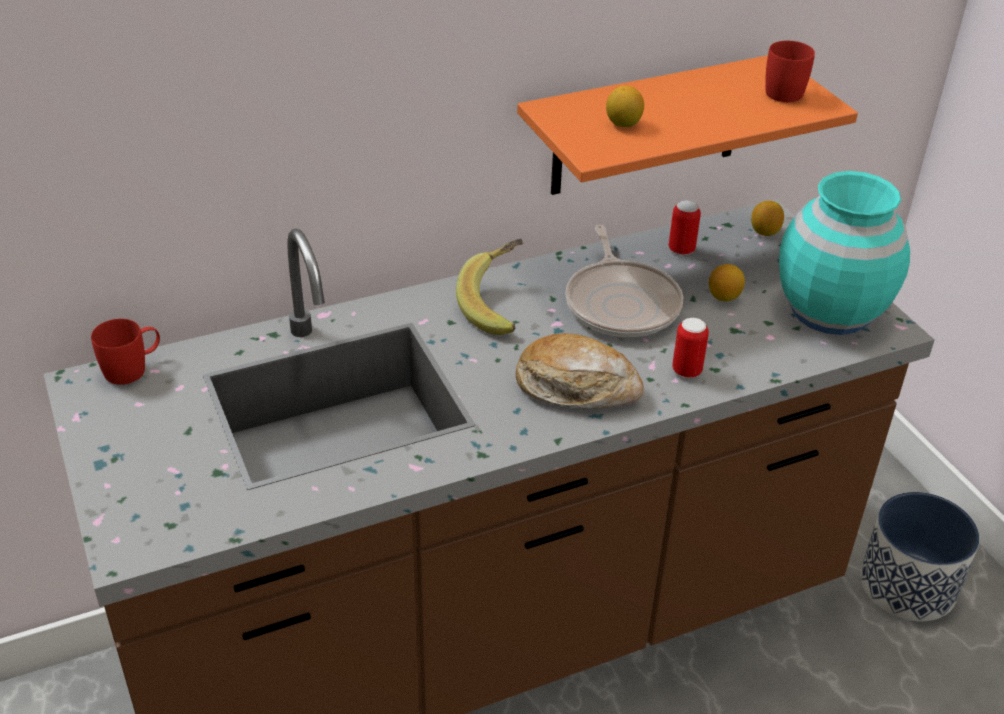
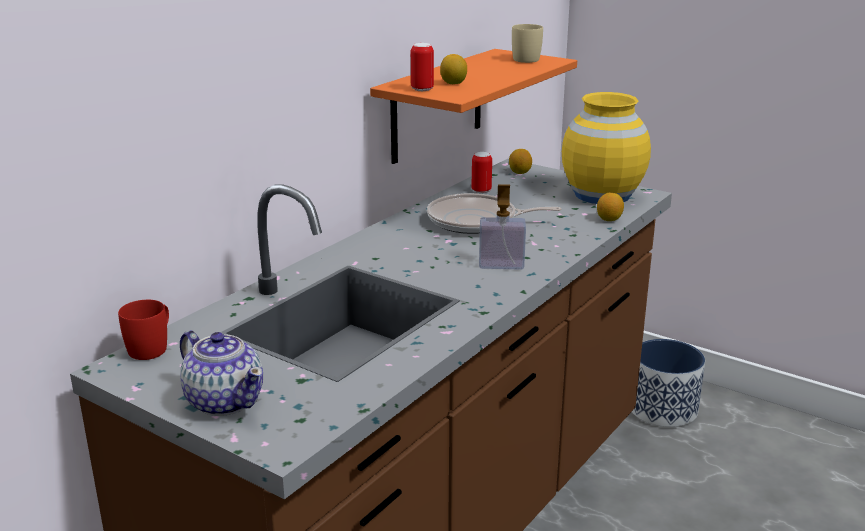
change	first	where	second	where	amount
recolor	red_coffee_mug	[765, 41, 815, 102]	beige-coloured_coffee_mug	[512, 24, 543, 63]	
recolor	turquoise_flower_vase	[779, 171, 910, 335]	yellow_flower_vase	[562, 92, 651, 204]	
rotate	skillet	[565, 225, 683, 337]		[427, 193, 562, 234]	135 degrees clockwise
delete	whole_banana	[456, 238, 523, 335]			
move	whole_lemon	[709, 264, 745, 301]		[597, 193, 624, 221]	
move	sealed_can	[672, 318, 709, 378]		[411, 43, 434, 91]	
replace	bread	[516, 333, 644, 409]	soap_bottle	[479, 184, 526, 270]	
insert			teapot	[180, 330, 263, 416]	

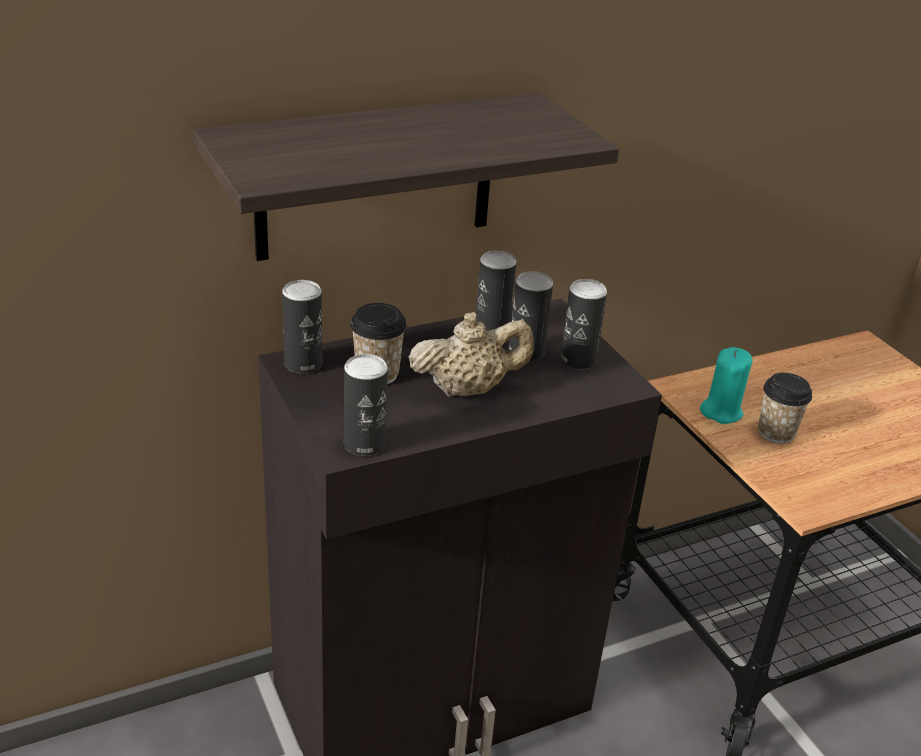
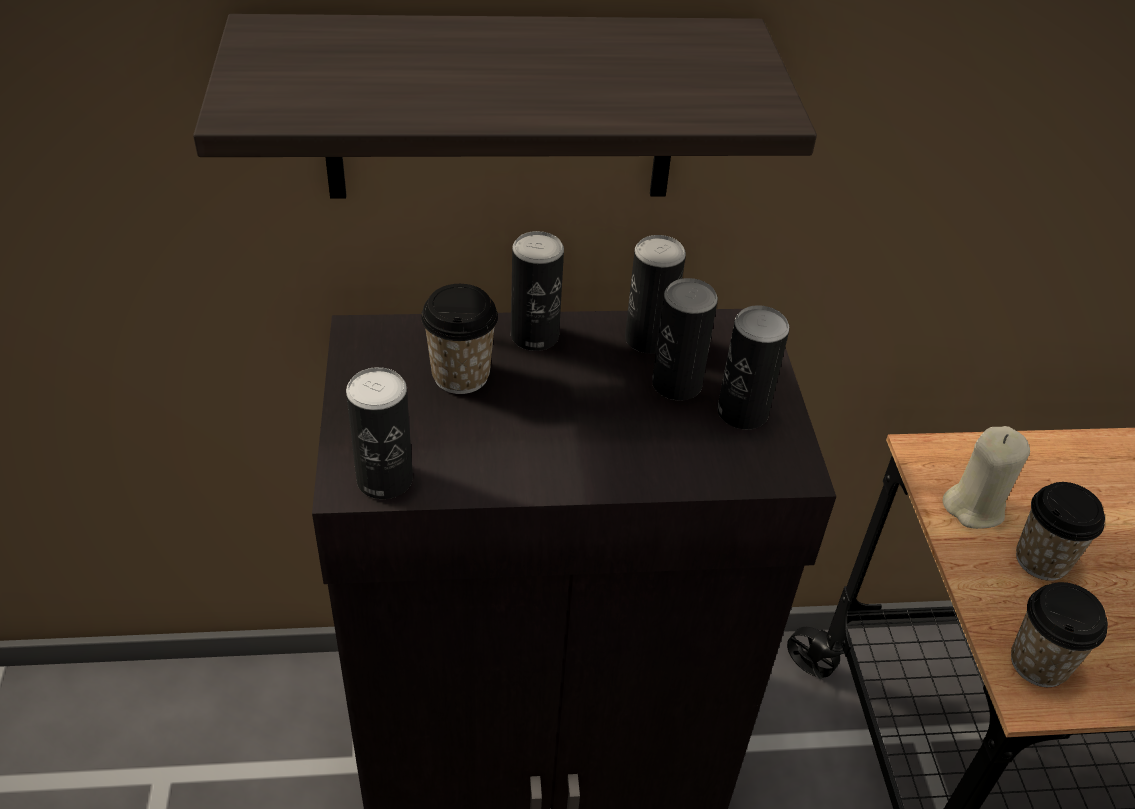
change	first	where	second	where	amount
move	sealed_can	[282, 280, 322, 374]		[511, 231, 564, 351]	
delete	beige-coloured_teapot	[409, 312, 534, 397]			
recolor	turquoise_candle	[700, 347, 753, 424]	beige-coloured_candle	[942, 426, 1030, 529]	
insert			small_cup	[1011, 582, 1108, 687]	

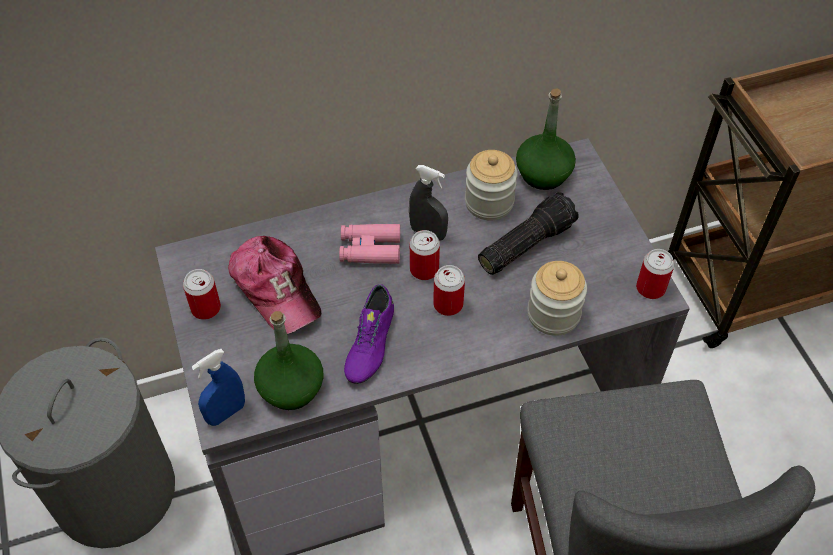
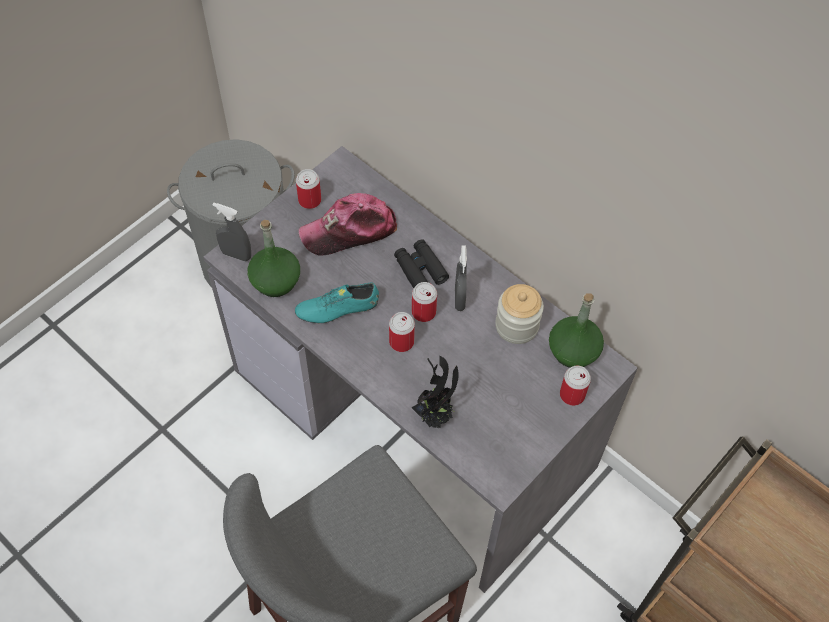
change	first	where	second	where	amount
delete	torch	[478, 192, 579, 275]			
recolor	pink-coloured_field_glasses	[339, 224, 400, 264]	black_field_glasses	[394, 239, 449, 288]	
rotate	cap	[228, 236, 321, 334]		[298, 193, 397, 256]	45 degrees clockwise
move	sealed_can	[636, 249, 674, 299]		[560, 366, 591, 406]	
replace	preserve_jar	[527, 261, 587, 336]	plant_in_a_pot	[411, 356, 459, 429]	
recolor	purplish_low_shoe	[344, 284, 394, 384]	turquoise_low_shoe	[295, 283, 379, 324]	
recolor	blue-coloured_spray_bottle	[191, 349, 245, 426]	greyish_spray_bottle	[213, 203, 251, 262]	

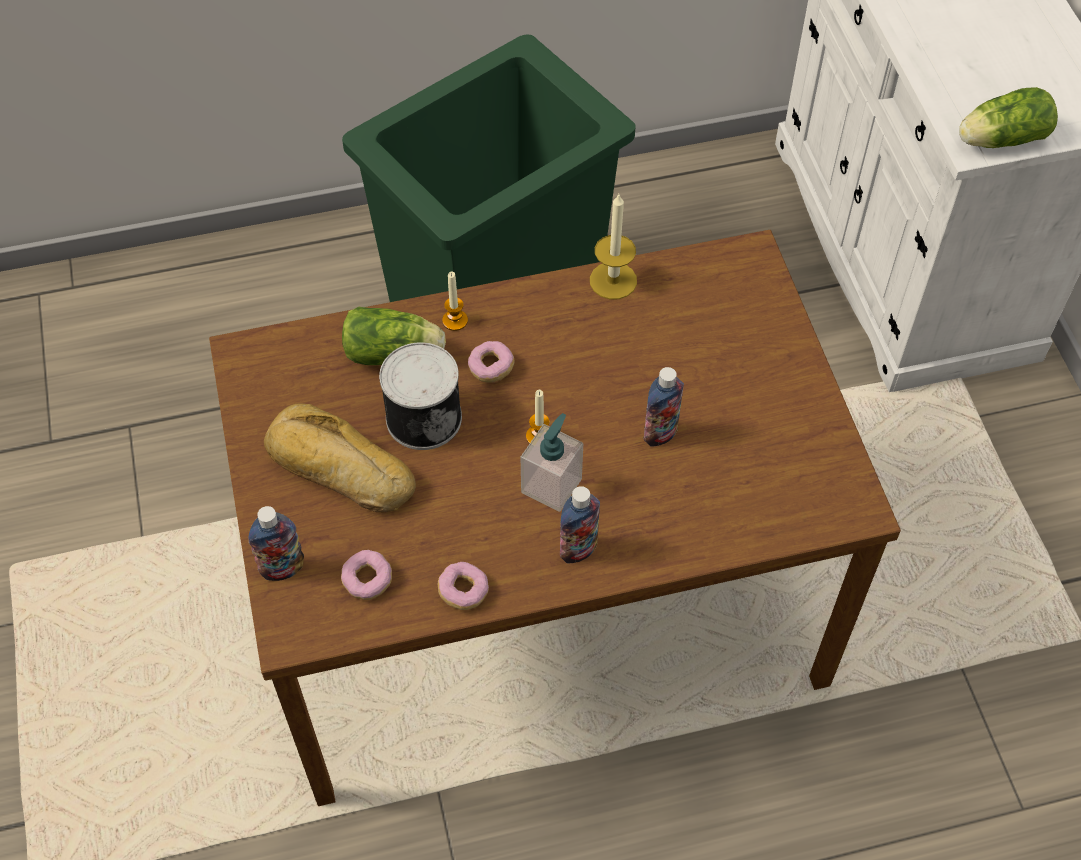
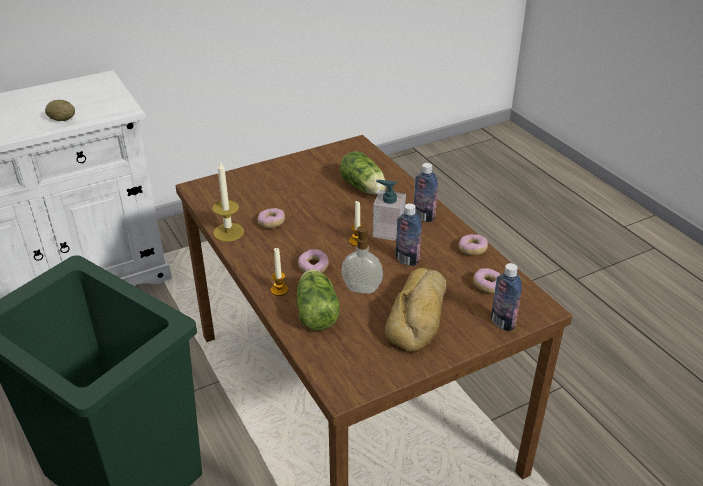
change	first	where	second	where	amount
move	lettuce_head	[959, 87, 1058, 148]		[340, 151, 386, 195]	
replace	sealed_can	[379, 342, 462, 450]	soap_bottle	[342, 223, 383, 294]	
move	drink_bottle	[644, 367, 684, 447]		[396, 203, 422, 266]	
insert			whole_potato	[45, 100, 75, 121]	
insert			donut	[258, 208, 285, 228]	

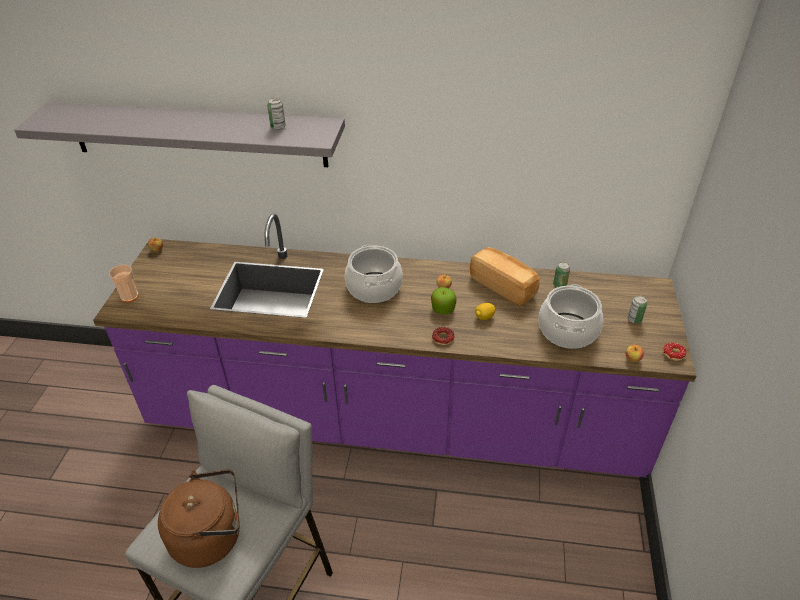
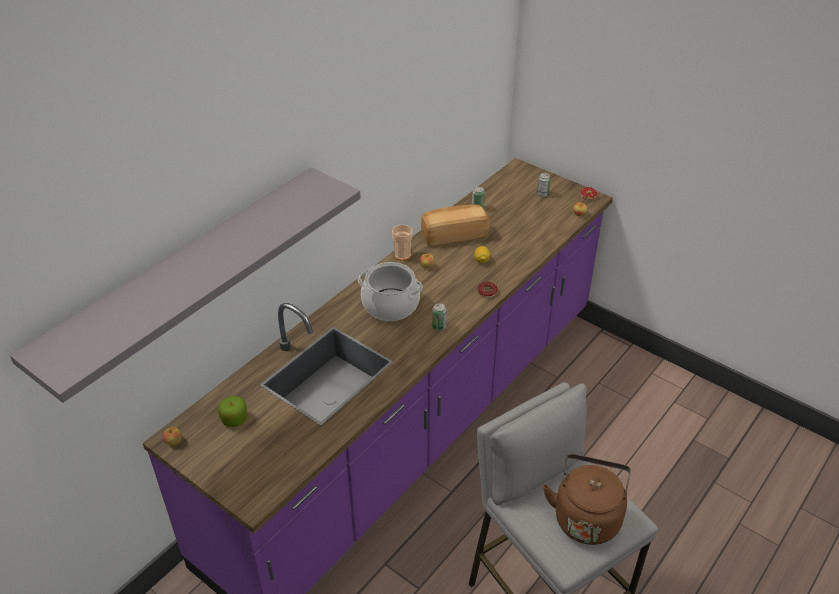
change	first	where	second	where	amount
move	sealed_can	[267, 98, 285, 130]		[432, 303, 447, 331]	
move	small_cup	[109, 265, 139, 302]		[392, 225, 412, 261]	
delete	saucepot	[538, 284, 603, 349]			
move	whole_apple	[431, 287, 457, 315]		[218, 396, 247, 427]	

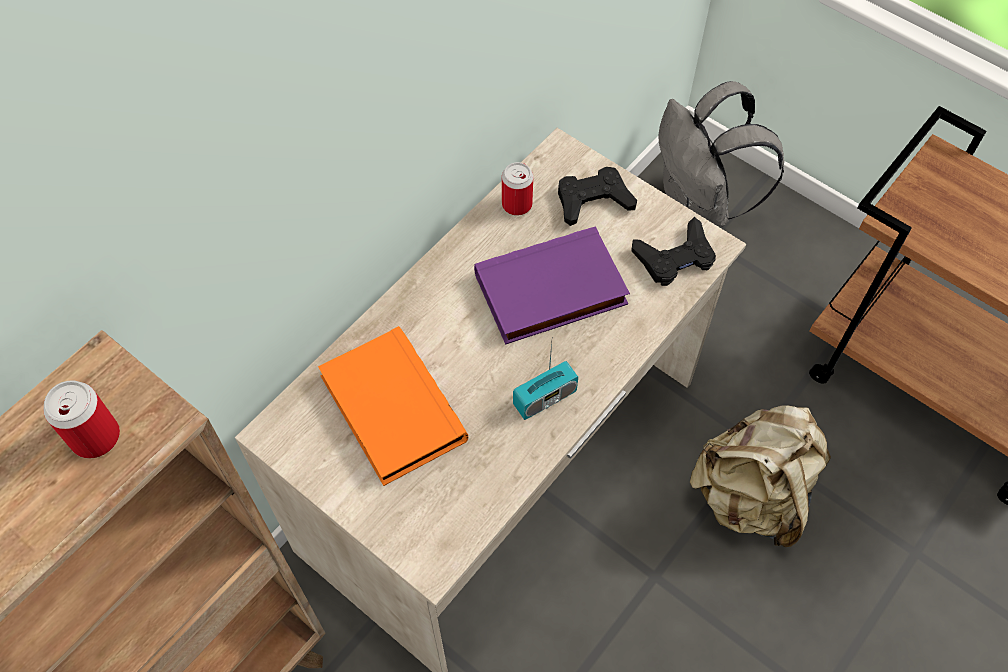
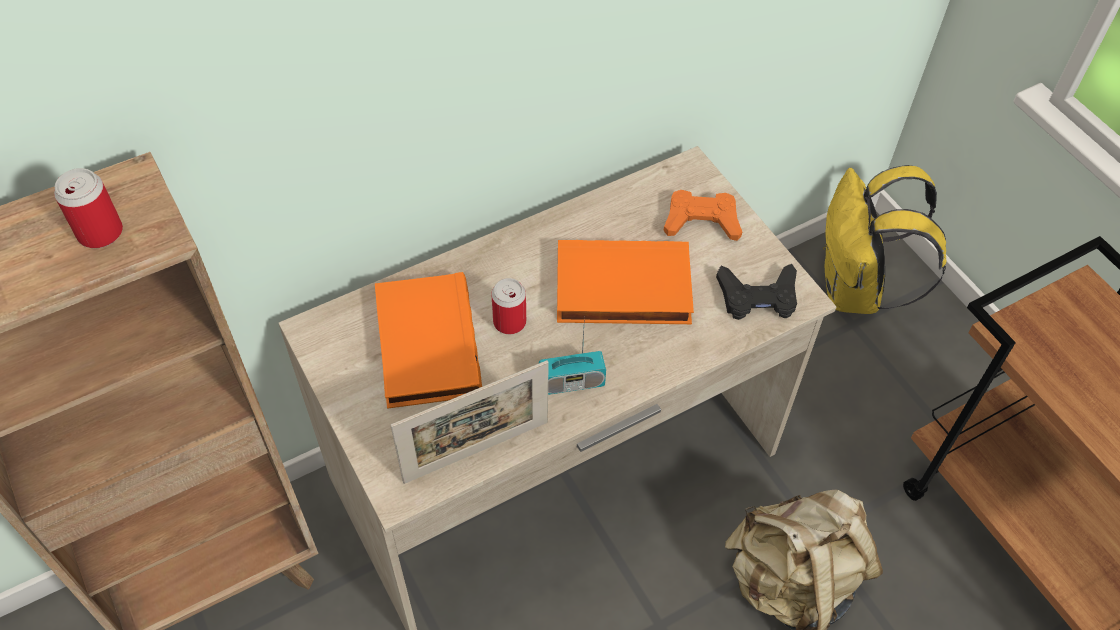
change	first	where	second	where	amount
recolor	greyish_backpack	[659, 81, 784, 227]	yellow_backpack	[823, 165, 946, 314]	
move	sealed_can	[502, 162, 533, 216]		[491, 278, 526, 334]	
recolor	black_joypad	[558, 167, 637, 226]	orange-coloured_joypad	[664, 190, 742, 241]	
recolor	purplish_book	[474, 226, 630, 345]	orange-coloured_book	[557, 240, 694, 324]	
insert			photo_frame	[390, 360, 548, 484]	

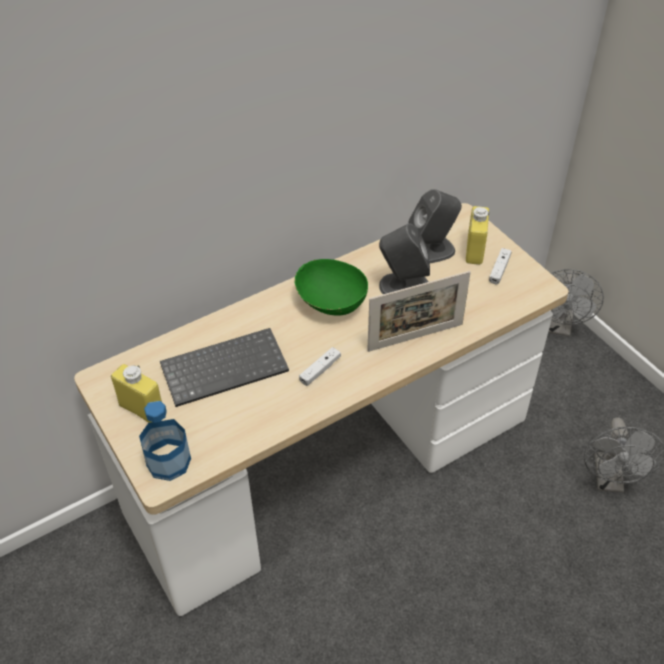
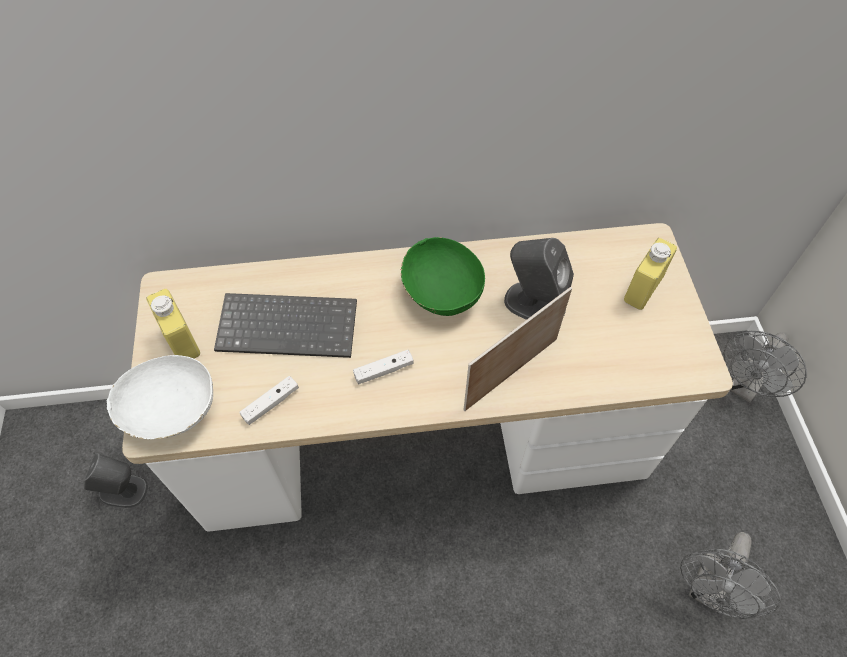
change	first	where	second	where	amount
move	greyish_audio_speaker	[408, 189, 462, 263]		[84, 453, 148, 508]	
move	whitish_joypad	[489, 248, 512, 284]		[239, 376, 299, 425]	
rotate	photo_frame	[367, 271, 471, 352]		[463, 287, 572, 411]	135 degrees clockwise
replace	drink_bottle	[139, 401, 191, 481]	whitish_bowl	[107, 355, 213, 439]	

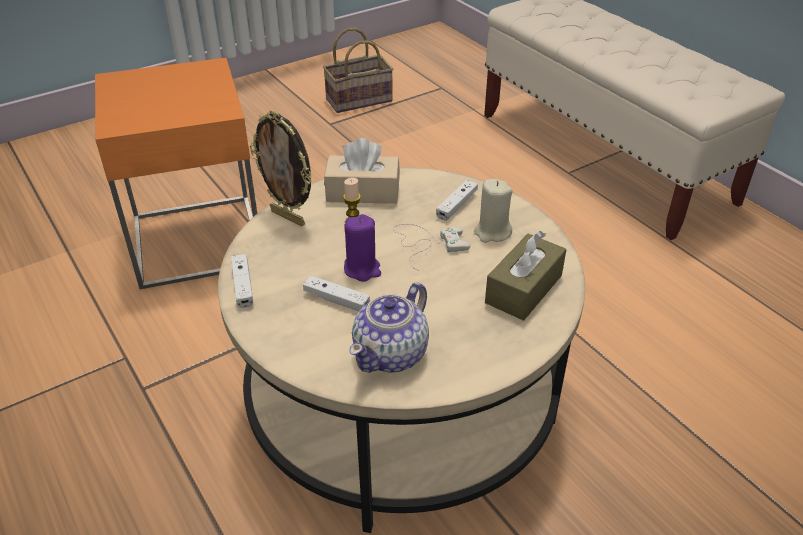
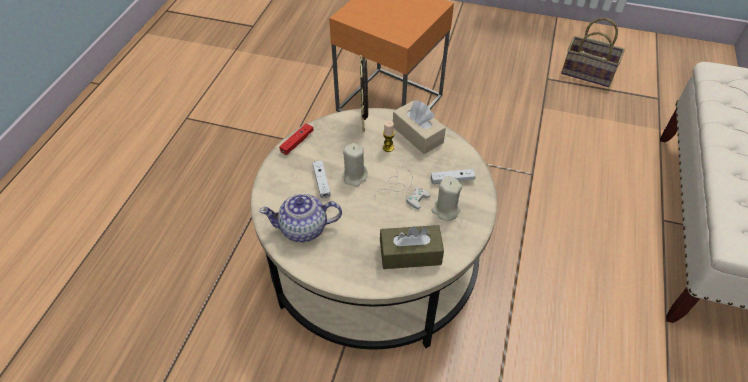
change	first	where	second	where	amount
recolor	purplish_candle	[344, 214, 381, 282]	beige-coloured_candle	[342, 143, 368, 187]	
recolor	whitish_joypad	[231, 254, 253, 308]	red_joypad	[279, 123, 314, 155]	

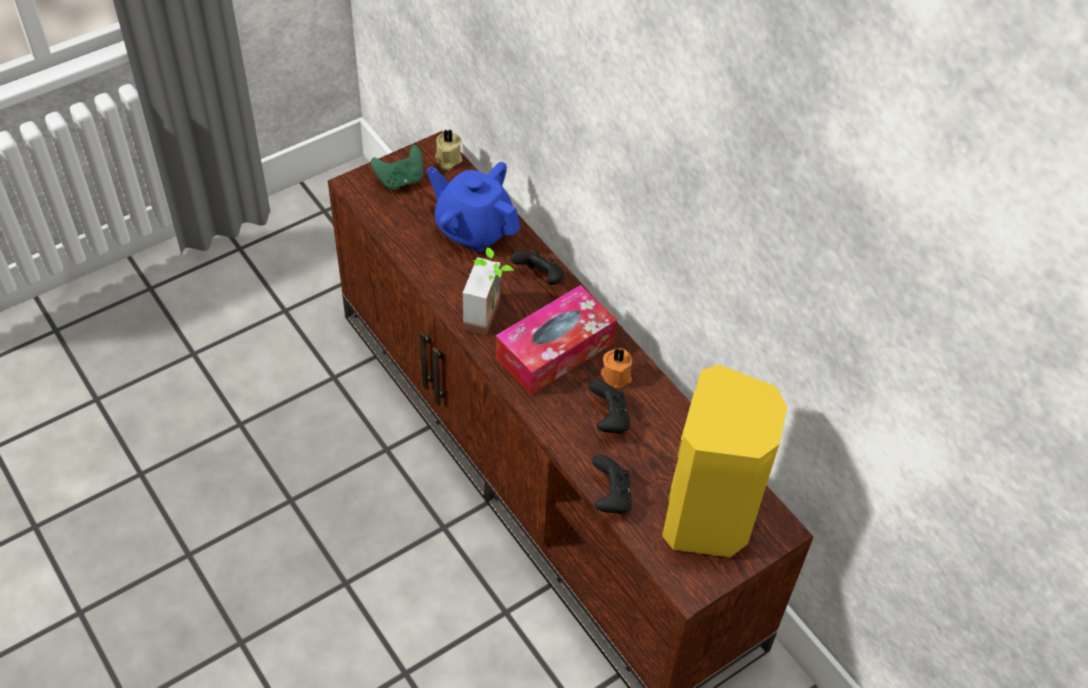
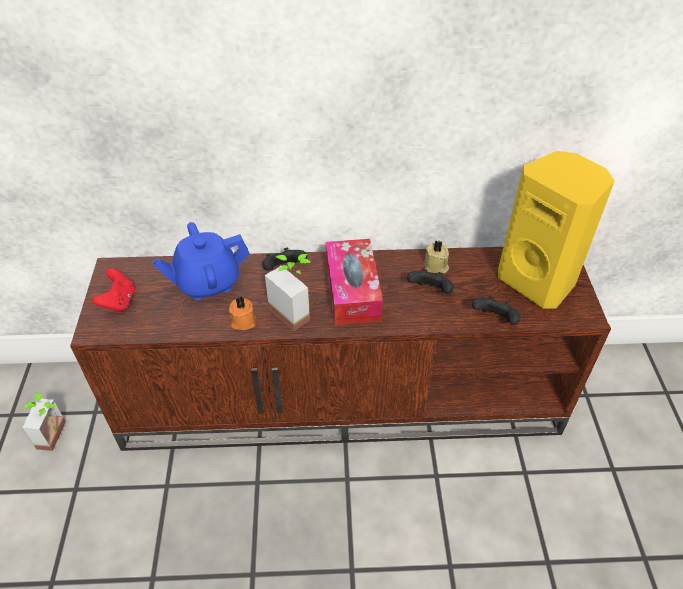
change	first	where	second	where	amount
move	beige-coloured_candle	[435, 130, 462, 170]		[424, 240, 449, 274]	
recolor	green-coloured_joypad	[371, 145, 423, 190]	red_joypad	[92, 268, 135, 312]	
move	orange-coloured_candle	[601, 348, 632, 389]		[229, 297, 256, 330]	
insert			plant_in_a_pot	[22, 393, 66, 451]	

